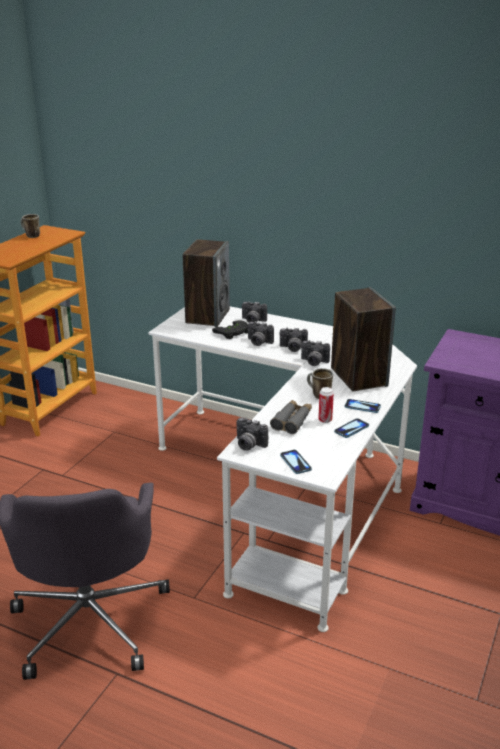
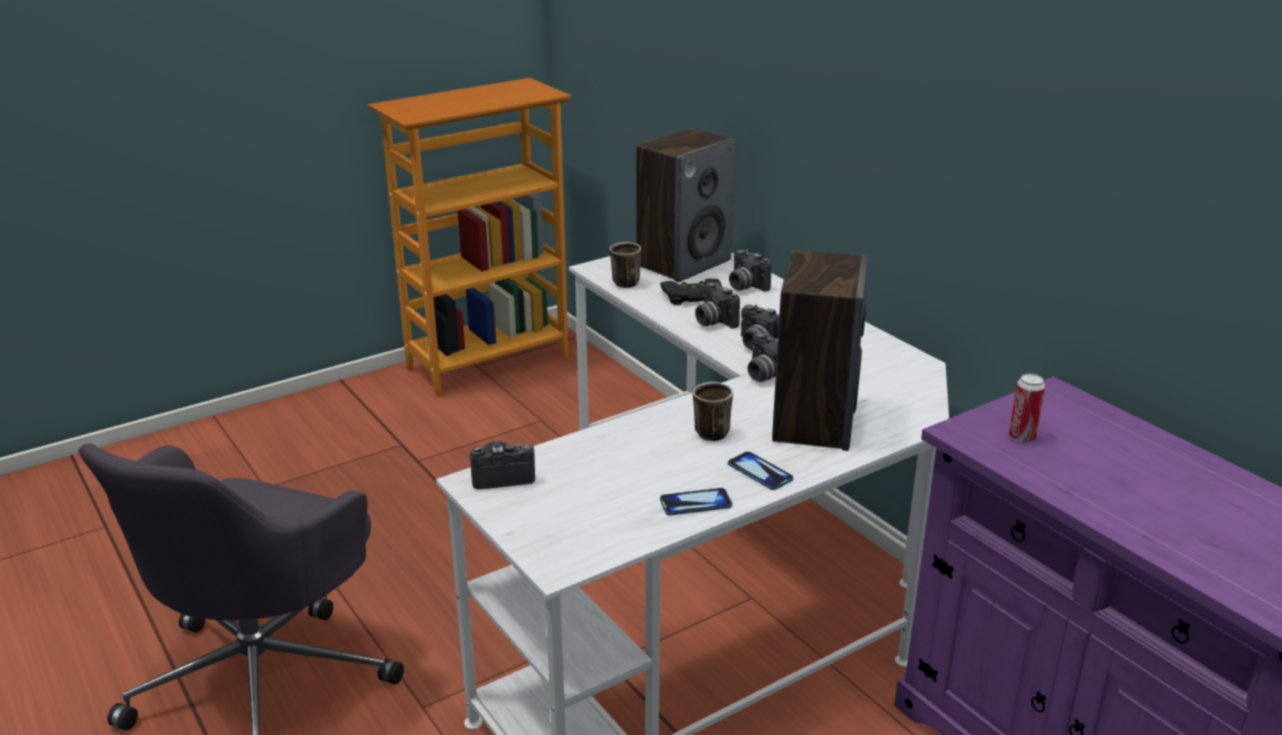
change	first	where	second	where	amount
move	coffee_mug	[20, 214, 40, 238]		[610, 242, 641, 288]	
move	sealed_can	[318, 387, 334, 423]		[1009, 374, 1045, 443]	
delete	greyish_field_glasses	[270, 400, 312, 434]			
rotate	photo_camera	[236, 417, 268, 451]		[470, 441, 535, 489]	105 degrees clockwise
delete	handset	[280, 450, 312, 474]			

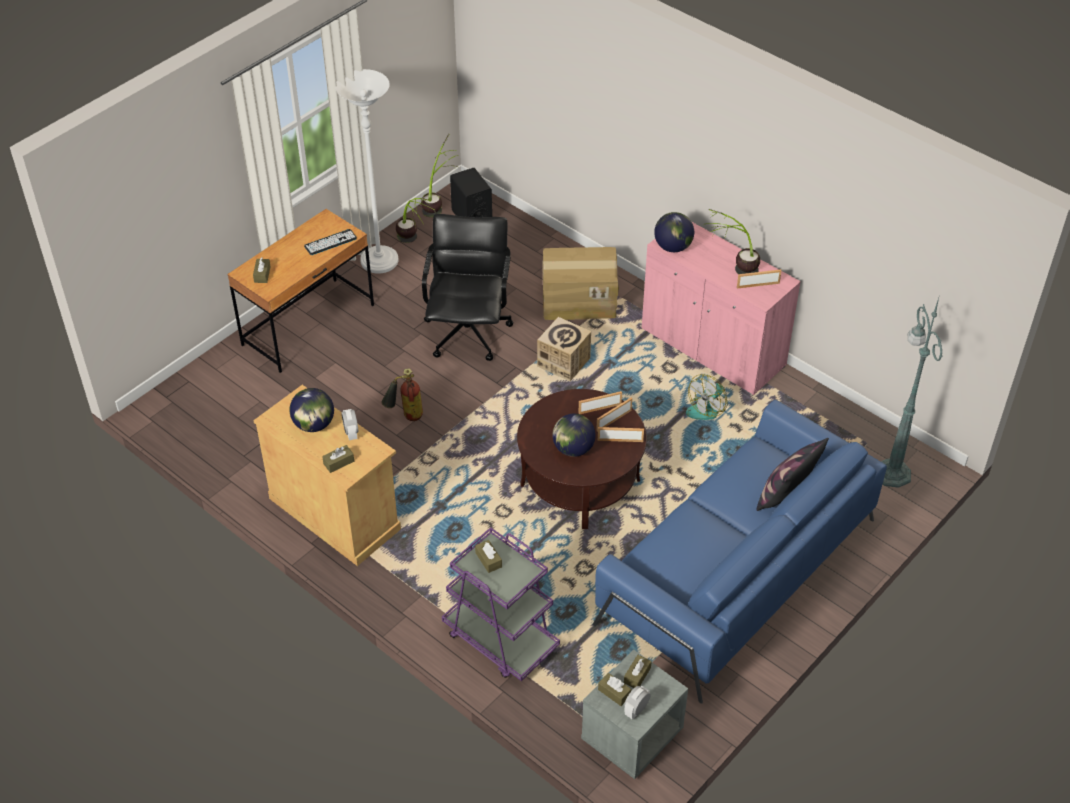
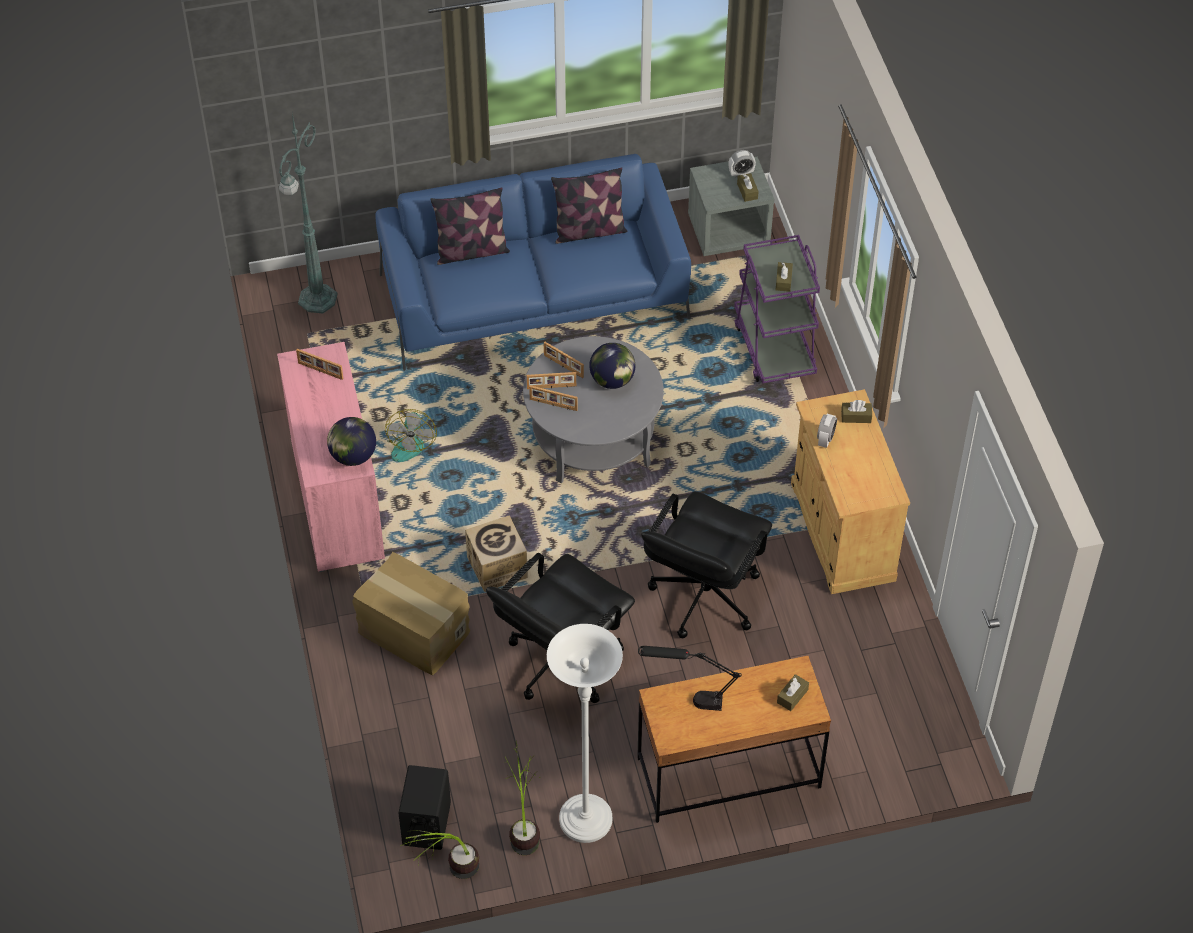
change	first	where	second	where	amount
delete	plant_in_a_pot	[707, 209, 760, 274]			
replace	keyboard	[304, 229, 357, 255]	black_table_lamp	[638, 646, 742, 711]	
replace	fire-fighting_cylinder	[382, 368, 423, 421]	black_office_chair	[641, 491, 772, 638]	
rotate	electric_fan	[686, 374, 728, 420]		[385, 409, 437, 462]	105 degrees clockwise
delete	desk_globe	[289, 388, 334, 432]			
recolor	brown-coloured_coffee_table	[517, 389, 647, 529]	greyish_coffee_table	[523, 336, 664, 484]	
delete	brown-coloured_tissue_box	[624, 655, 652, 688]			
insert			throw_pillow	[551, 167, 627, 244]	

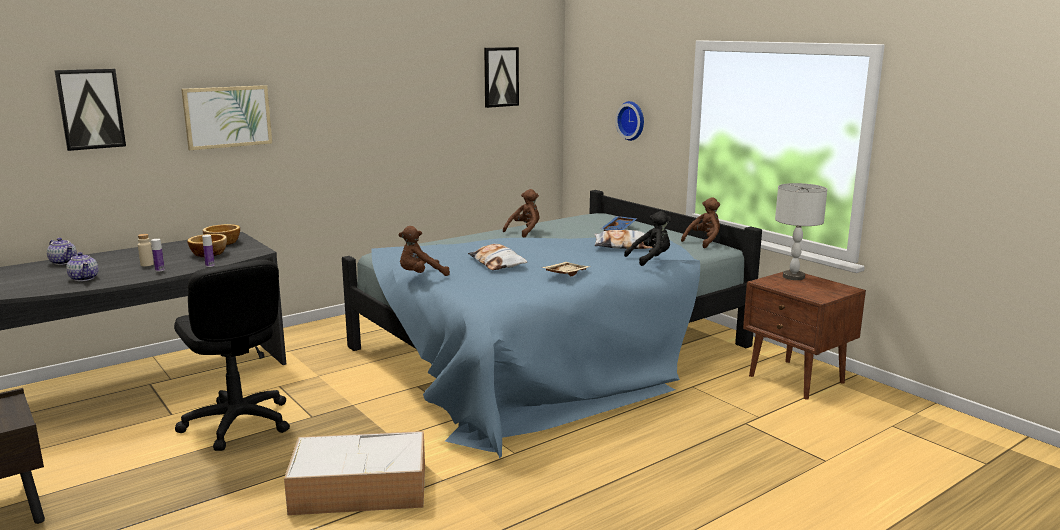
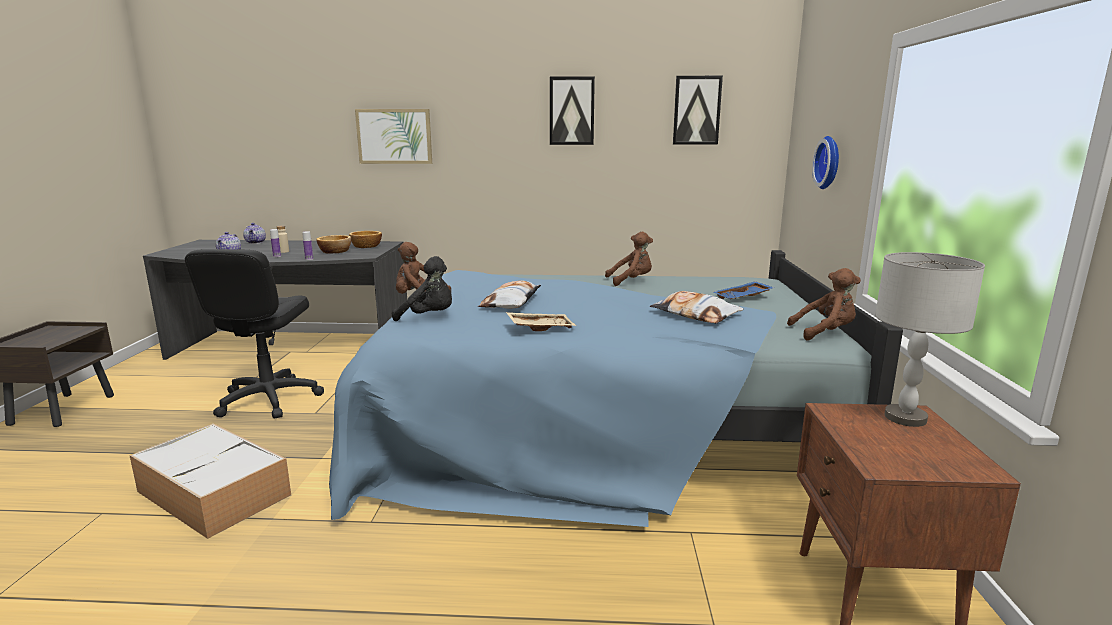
change	first	where	second	where	amount
move	wall_art	[54, 69, 126, 151]		[550, 76, 595, 145]	
move	black_cuddly_toy	[624, 211, 671, 266]		[392, 256, 452, 321]	

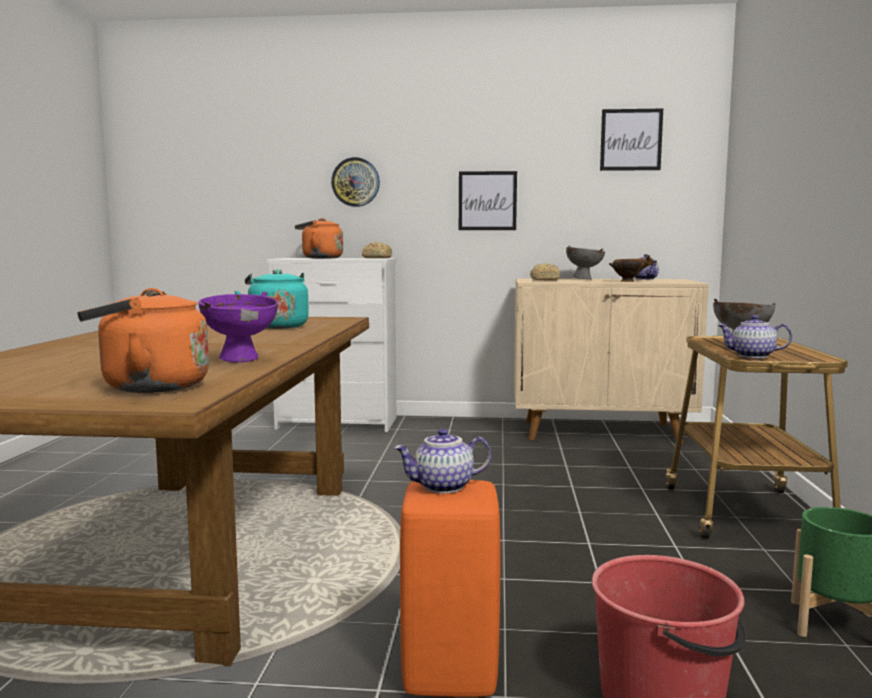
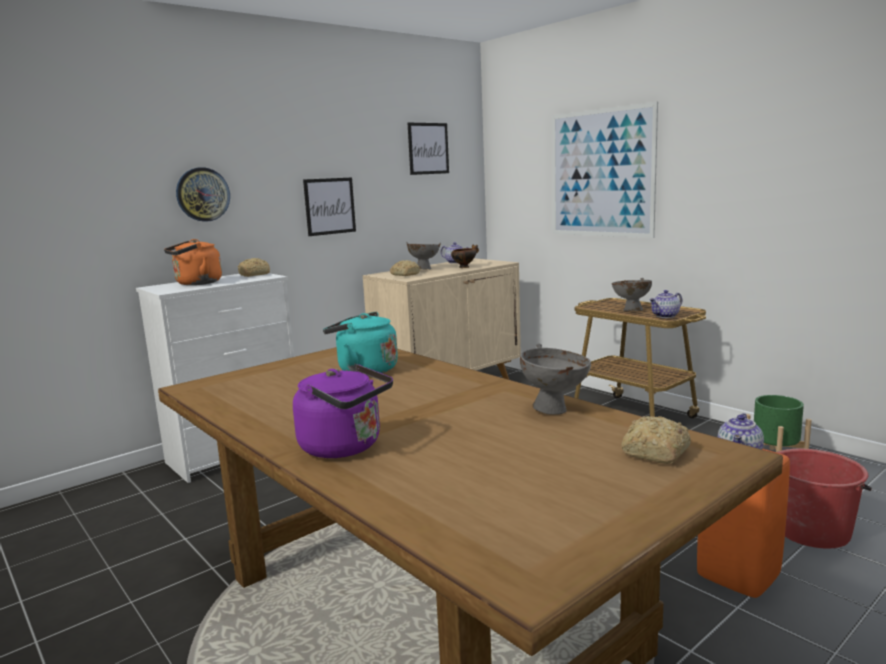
change	first	where	second	where	amount
replace	orange-coloured_water_kettle	[77, 288, 209, 393]	bread	[621, 416, 691, 464]	
recolor	purplish_bowl	[199, 291, 278, 362]	greyish_bowl	[520, 343, 591, 415]	
insert			wall_art	[552, 102, 658, 238]	
insert			purplish_water_kettle	[293, 364, 393, 458]	

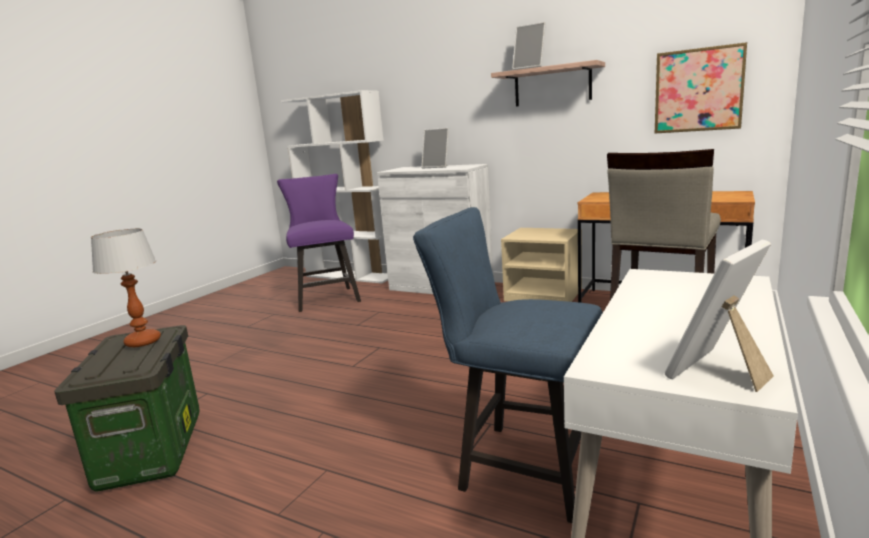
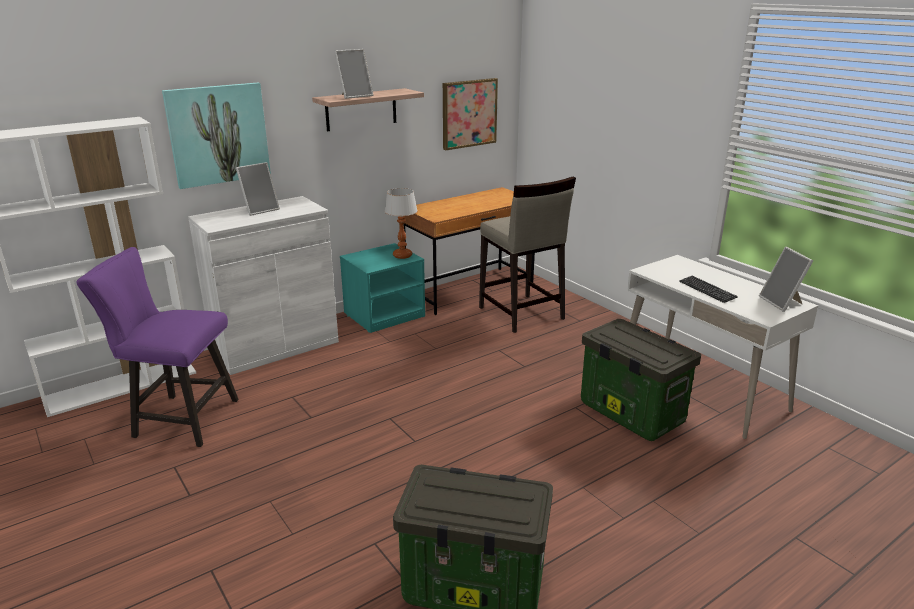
change	first	where	second	where	amount
replace	blue-coloured_chair	[413, 207, 603, 523]	storage_box	[581, 319, 701, 441]	
move	table_lamp	[91, 228, 161, 347]		[385, 188, 418, 259]	
recolor	beige-coloured_night_table	[501, 228, 582, 302]	turquoise_night_table	[340, 243, 425, 333]	
insert			wall_art	[162, 83, 271, 189]	
insert			keyboard	[679, 276, 738, 303]	

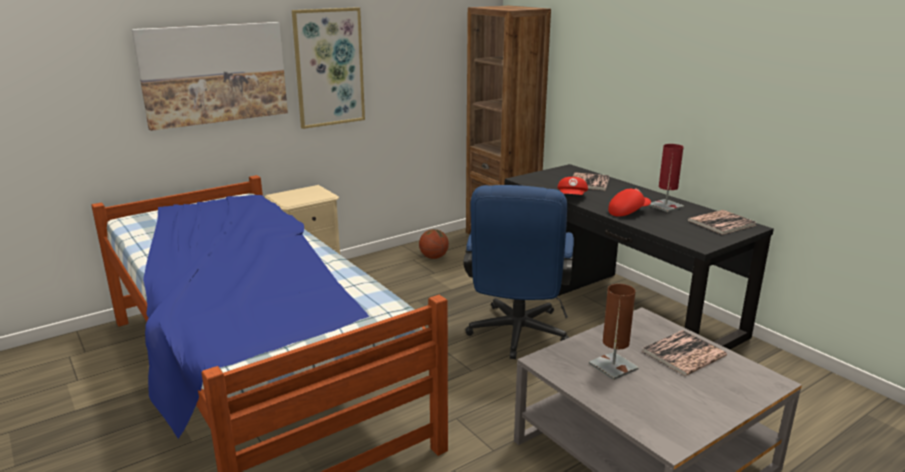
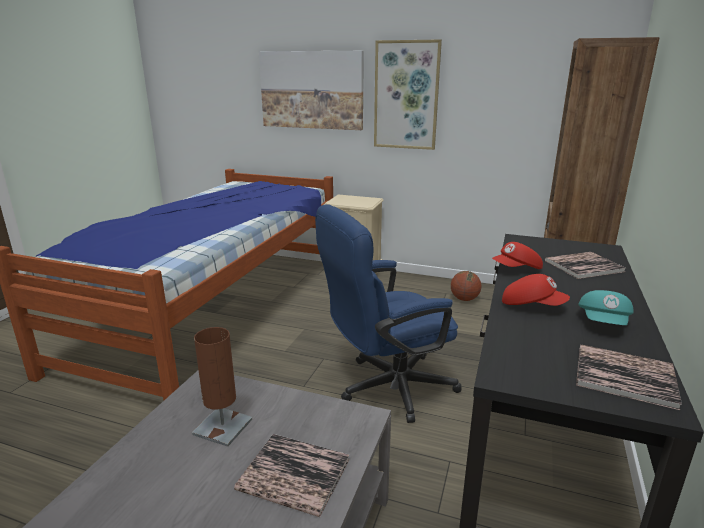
change	first	where	second	where	amount
replace	red_table_lamp	[649, 144, 684, 212]	turquoise_cap	[578, 290, 634, 325]	

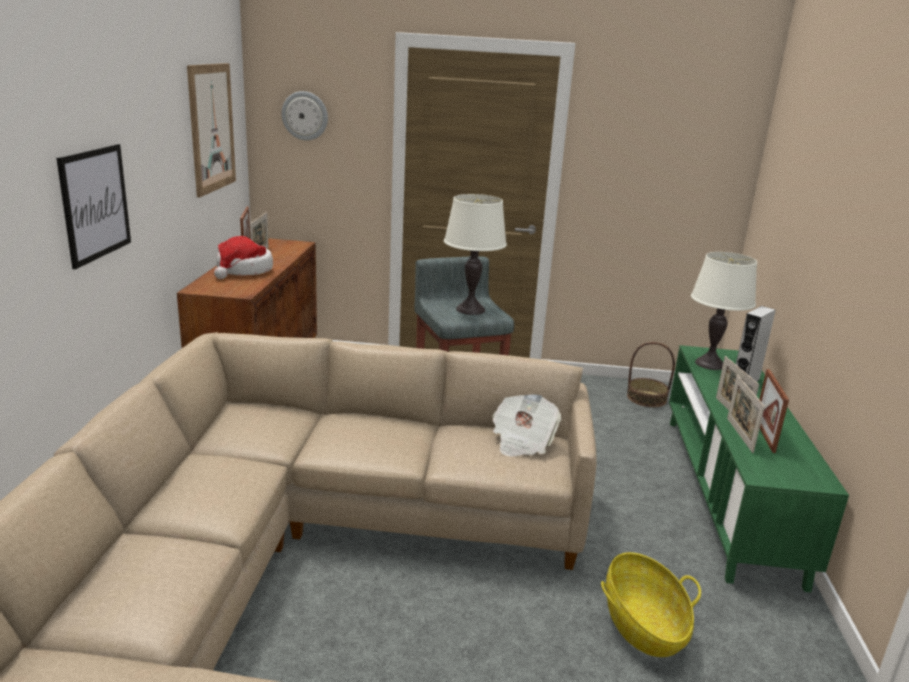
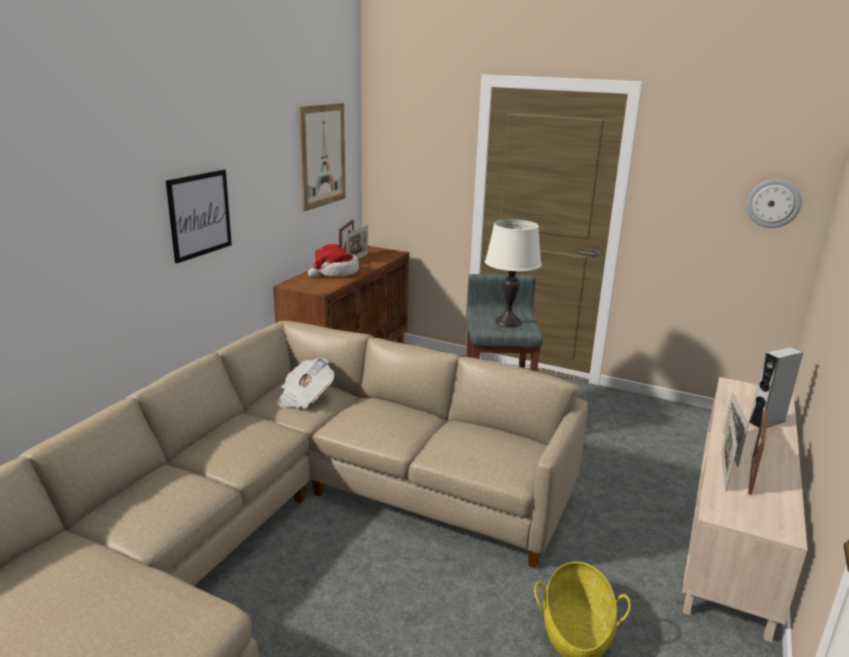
change	first	where	second	where	amount
move	clock_on_the_wall	[281, 91, 328, 141]		[746, 179, 802, 228]	
delete	whitish_table_lamp	[691, 252, 757, 370]			
delete	household_basket	[627, 342, 675, 407]			
recolor	green-coloured_media_console	[669, 345, 849, 592]	beige-coloured_media_console	[682, 377, 808, 642]	
move	printed_paper	[492, 394, 561, 457]		[276, 358, 334, 408]	

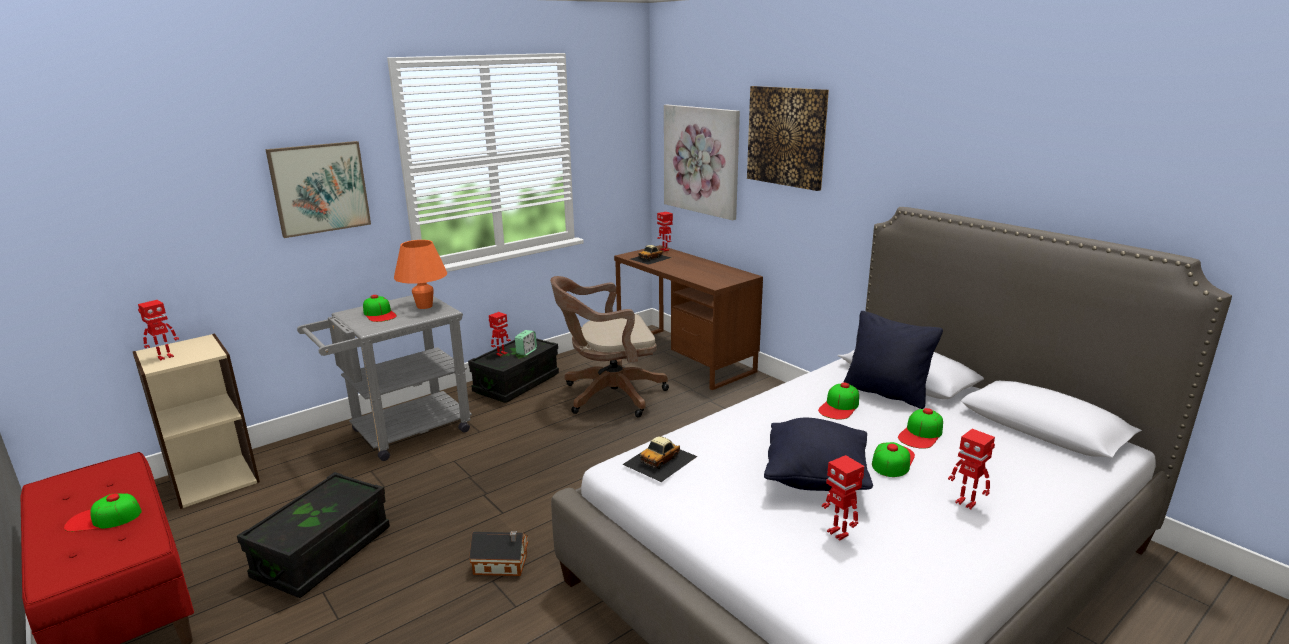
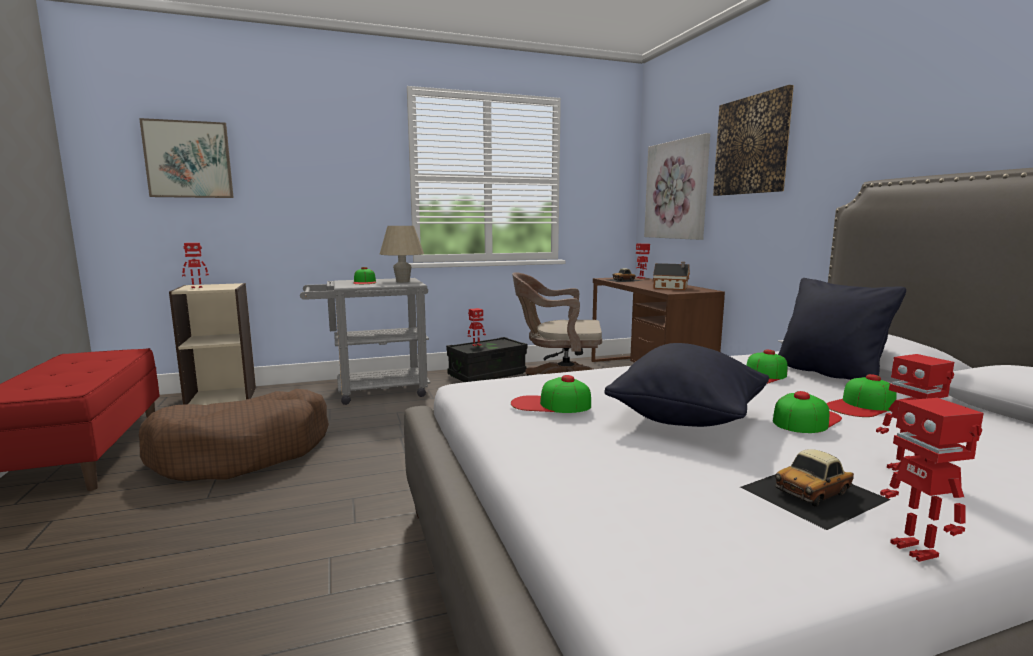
change	first	where	second	where	amount
move	wall_art	[266, 141, 371, 238]		[139, 118, 234, 198]	
recolor	orange-coloured_table_lamp	[394, 240, 447, 309]	beige-coloured_table_lamp	[380, 226, 424, 282]	
delete	alarm_clock	[515, 330, 537, 356]			
move	model_car	[622, 436, 698, 482]		[740, 449, 890, 530]	
move	robot_figure	[822, 455, 864, 541]		[880, 398, 984, 562]	
replace	black_storage_box	[237, 472, 390, 598]	brown-coloured_pet_bed	[139, 389, 329, 481]	
move	cap	[64, 493, 142, 532]		[511, 375, 591, 413]	
move	toy_house	[469, 531, 528, 576]		[653, 262, 690, 290]	

